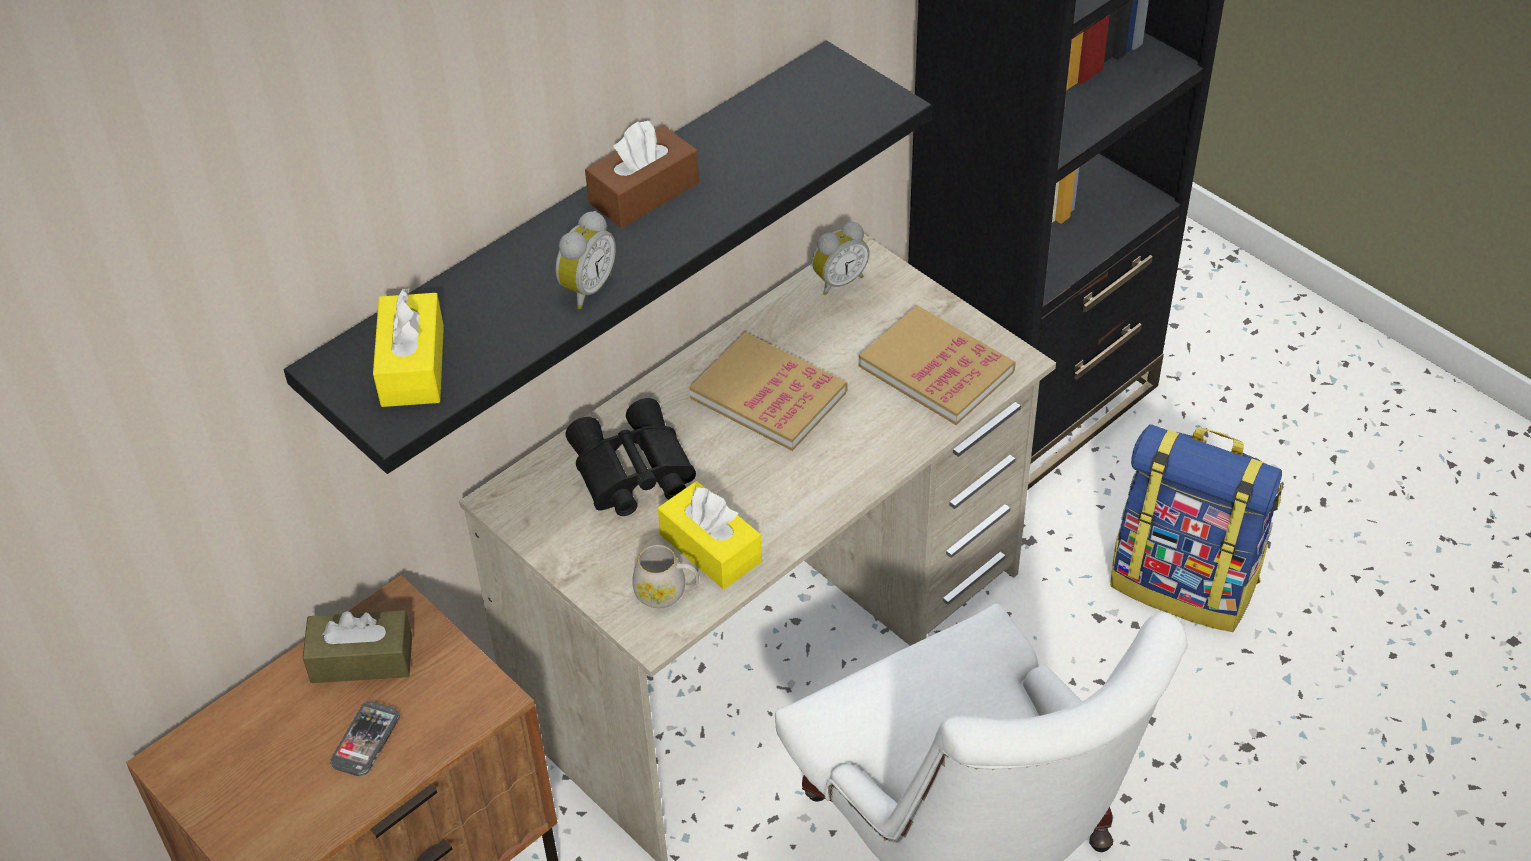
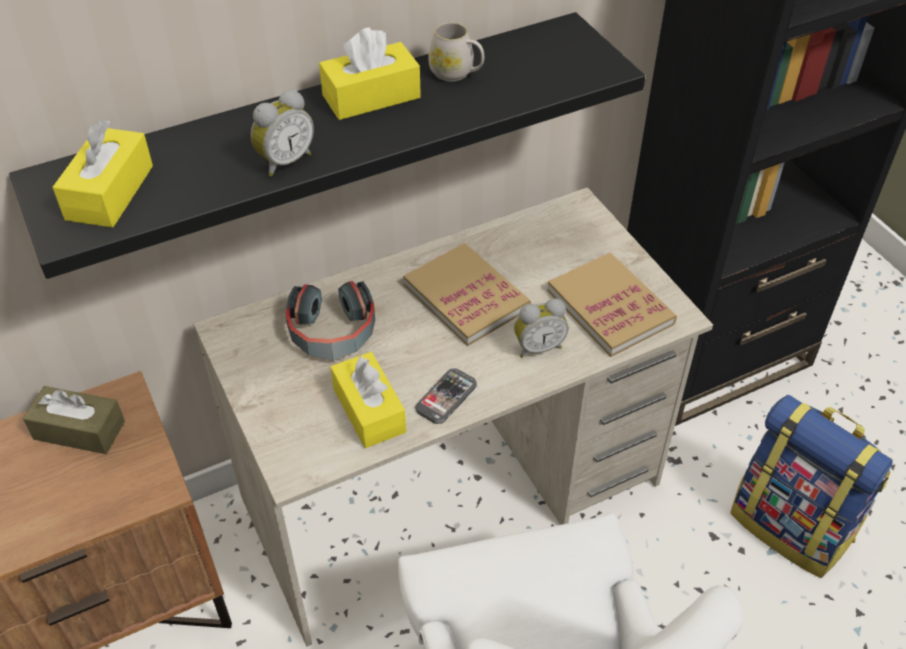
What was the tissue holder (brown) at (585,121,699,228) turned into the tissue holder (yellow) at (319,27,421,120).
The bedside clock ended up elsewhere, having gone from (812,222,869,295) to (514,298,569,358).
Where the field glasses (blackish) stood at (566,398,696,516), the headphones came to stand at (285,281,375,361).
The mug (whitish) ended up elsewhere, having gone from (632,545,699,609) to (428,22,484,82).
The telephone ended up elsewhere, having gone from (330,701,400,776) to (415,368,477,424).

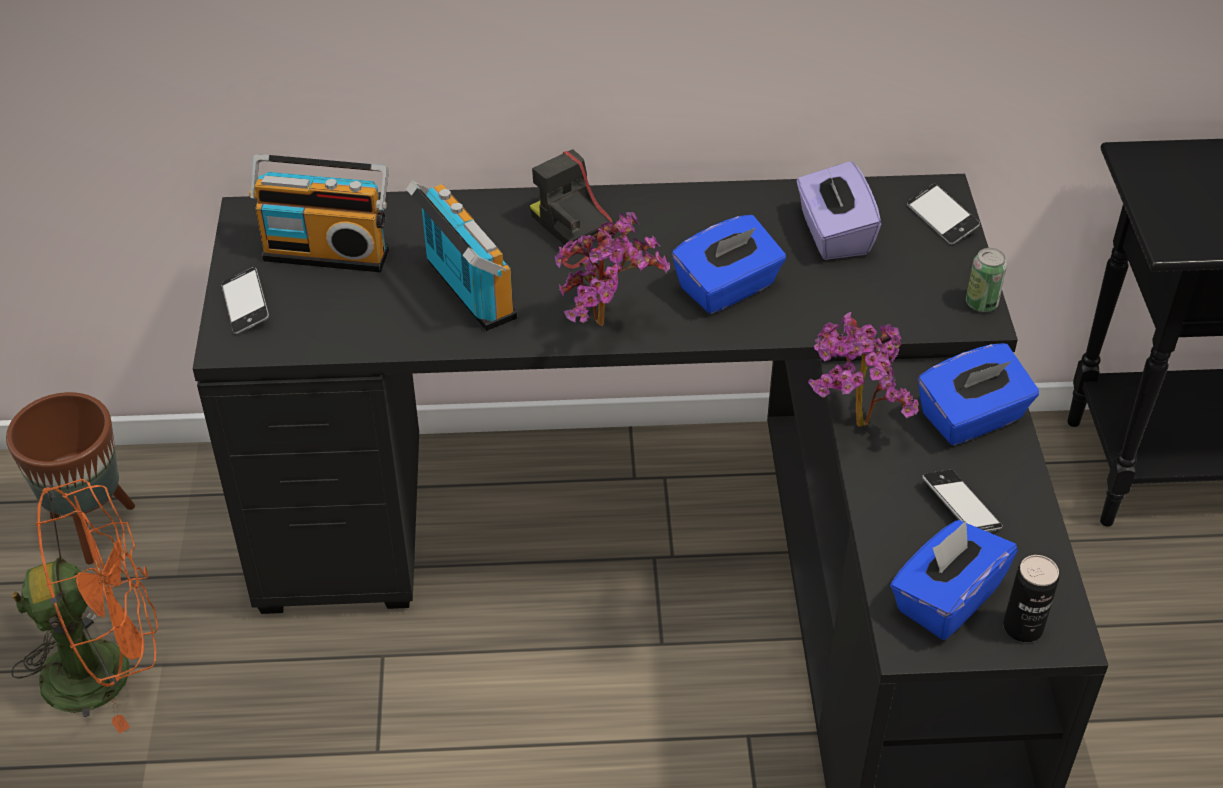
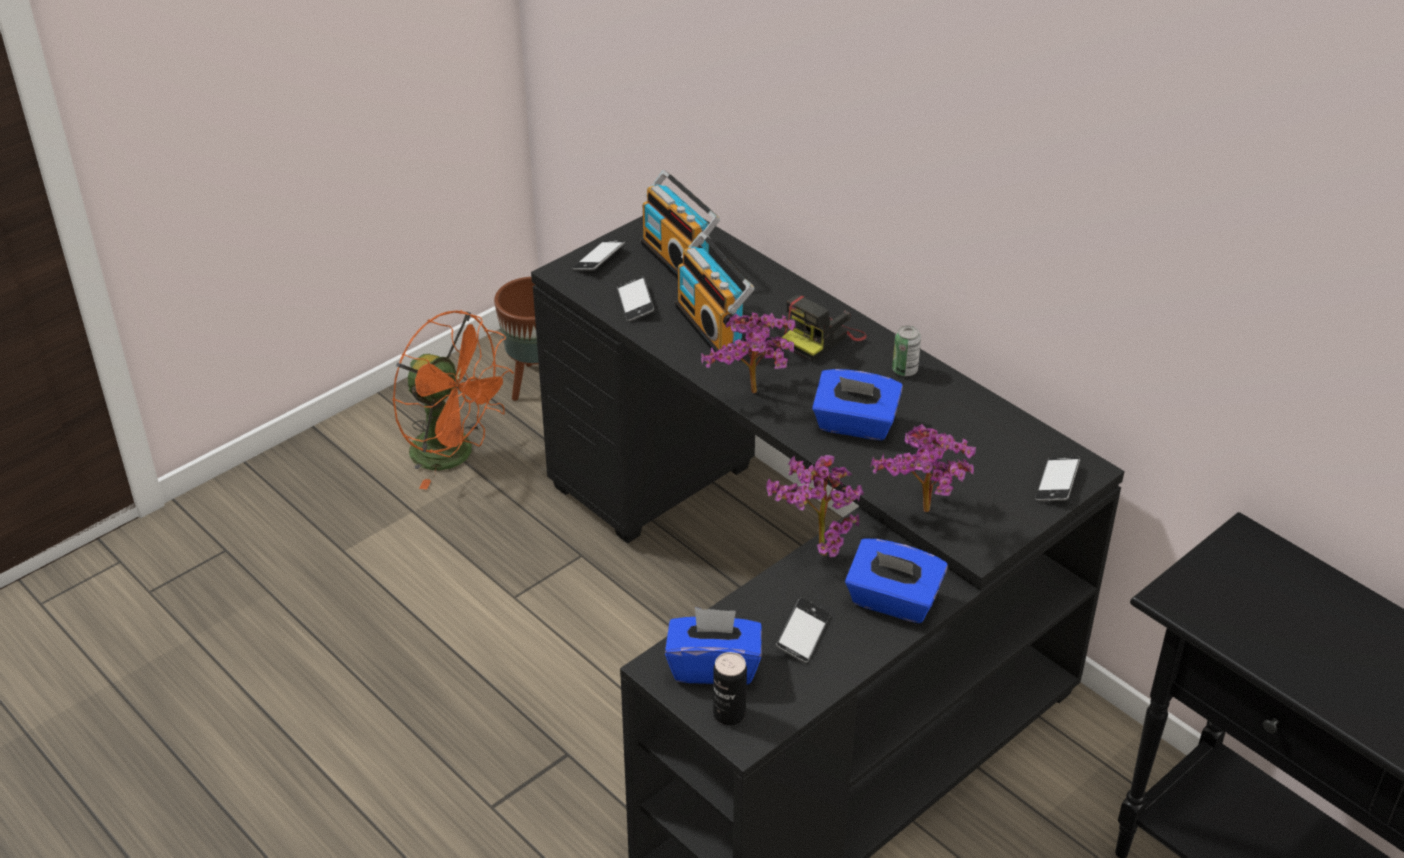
The photo camera at (530,149,627,269) ended up facing another way, 150 degrees counterclockwise from before.
The second view lost the tissue holder (purple) at (796,161,881,260).
The radio at (406,180,517,331) ended up facing another way, 135 degrees clockwise from before.
The can ended up elsewhere, having gone from (966,248,1007,312) to (892,325,921,376).
The second view gained the telephone at (617,276,654,322).
The second view gained the houseplant at (870,424,976,512).

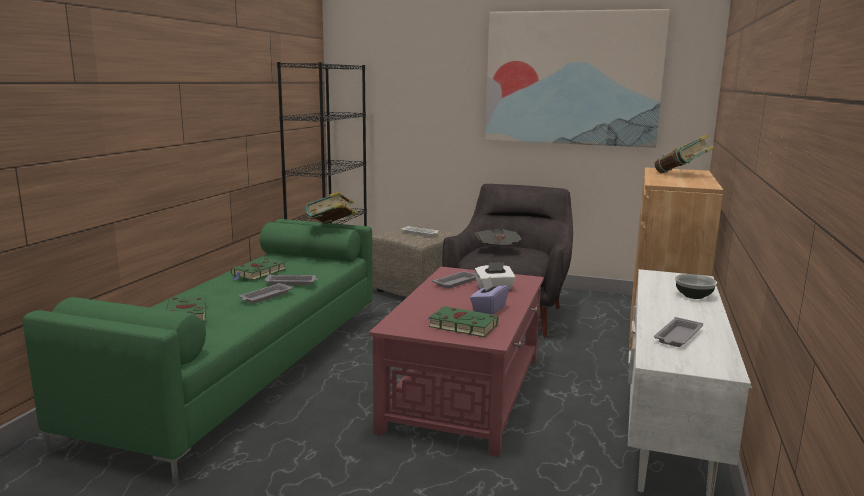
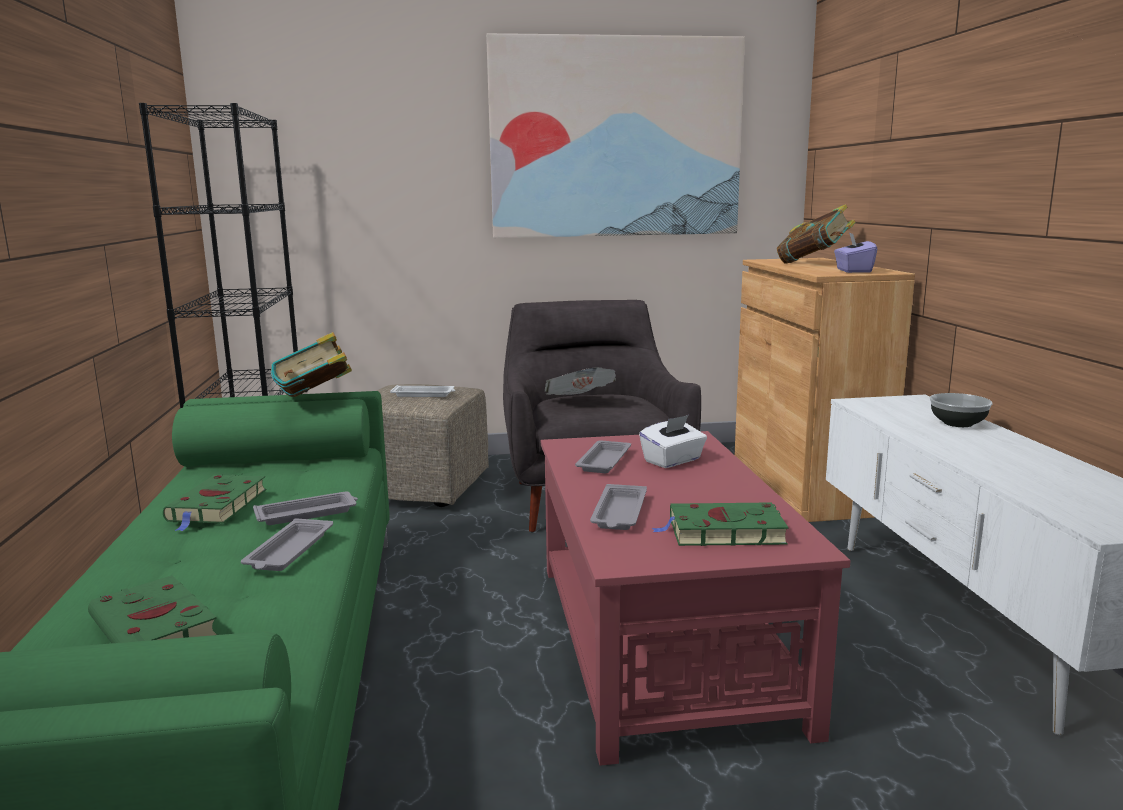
The tissue holder (purple) ended up elsewhere, having gone from (470,276,509,315) to (834,233,877,273).
The tray (greyish) ended up elsewhere, having gone from (654,317,703,347) to (590,484,647,530).

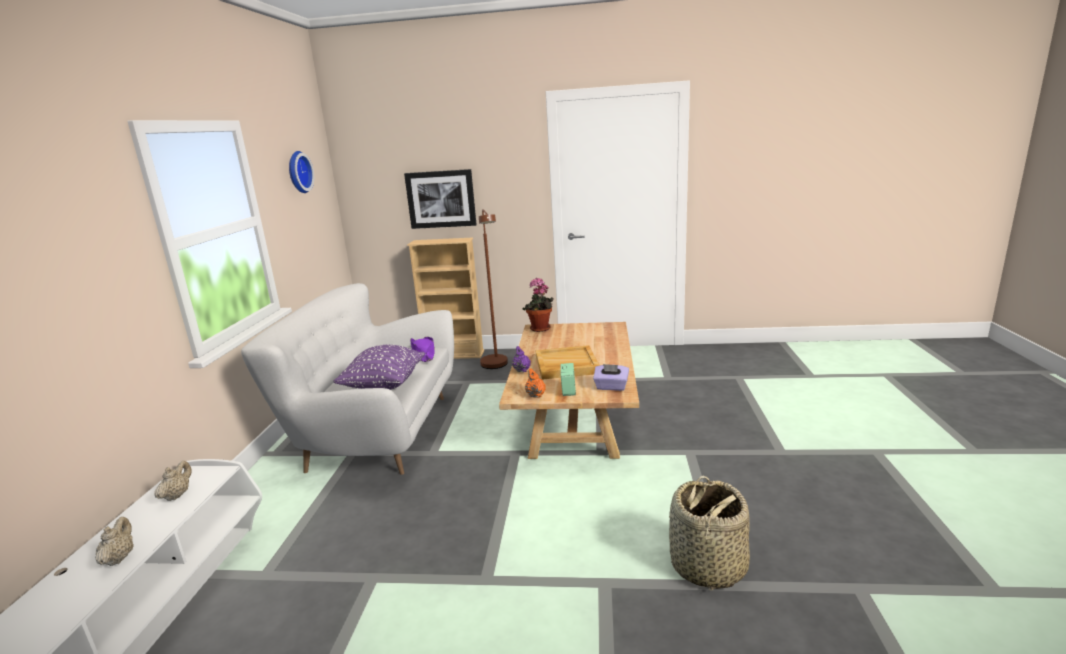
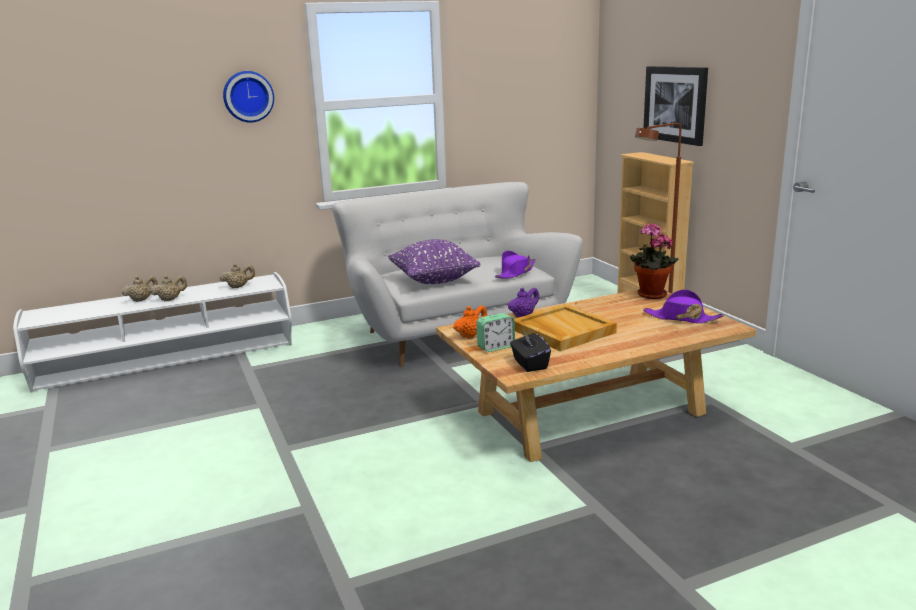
The wall clock ended up elsewhere, having gone from (289,151,314,193) to (223,71,274,123).
What was the tissue holder (purple) at (593,364,629,391) turned into the tissue holder (blackish) at (510,331,551,372).
The second view lost the household basket at (669,476,750,590).
The second view gained the tea pot (beige) at (122,276,158,302).
The second view gained the hat (purple) at (643,289,724,324).

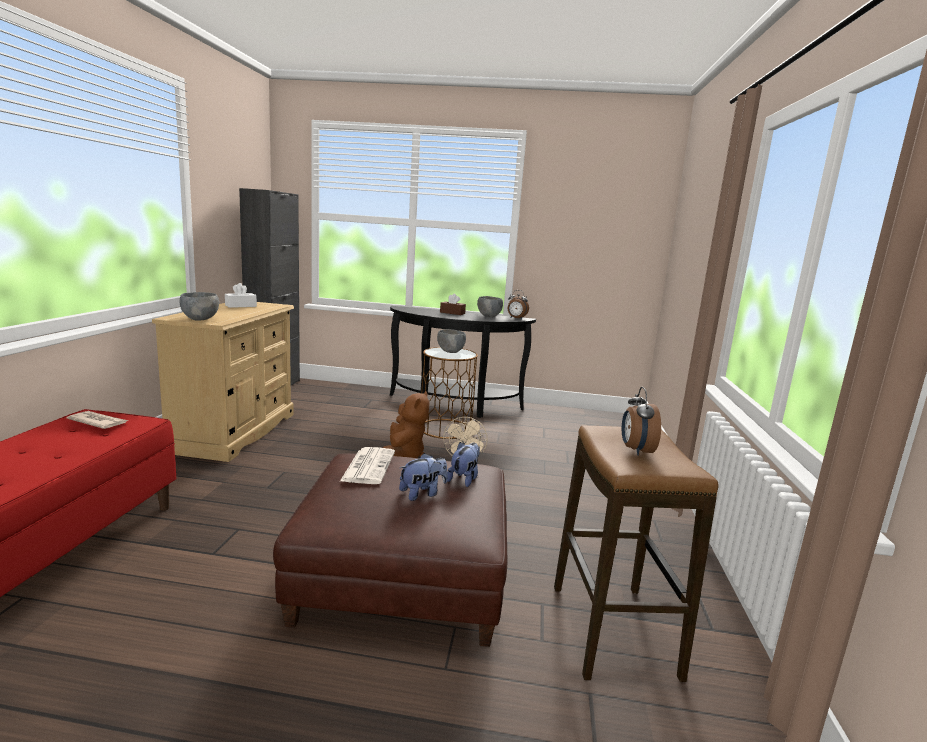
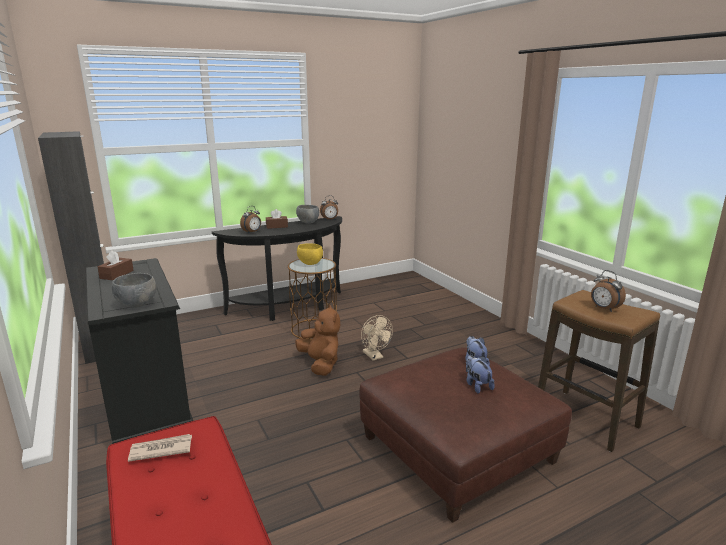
What was the tissue holder (whitish) at (225,283,257,308) turned into the tissue holder (brown) at (97,250,134,280).
What was the chest of drawers (beige) at (152,302,294,462) turned into the chest of drawers (blackish) at (86,258,193,444).
What was the bowl (greyish) at (437,329,466,353) turned into the bowl (yellow) at (297,243,323,265).
The second view lost the printed paper at (340,447,395,484).
The plush toy at (399,453,448,501) ended up facing another way, 45 degrees counterclockwise from before.
The second view gained the bedside clock at (240,206,261,234).

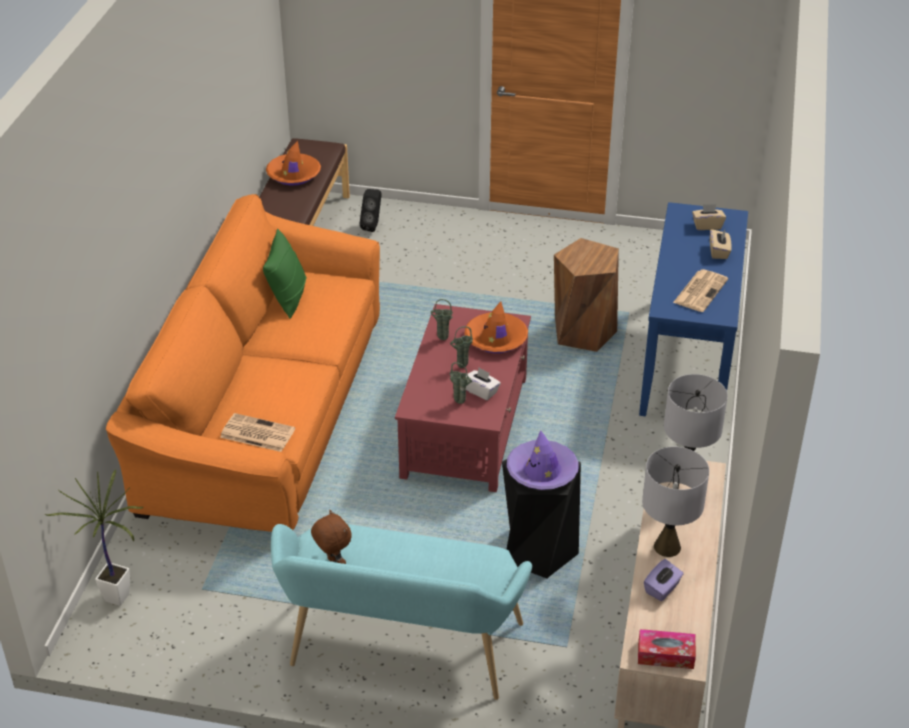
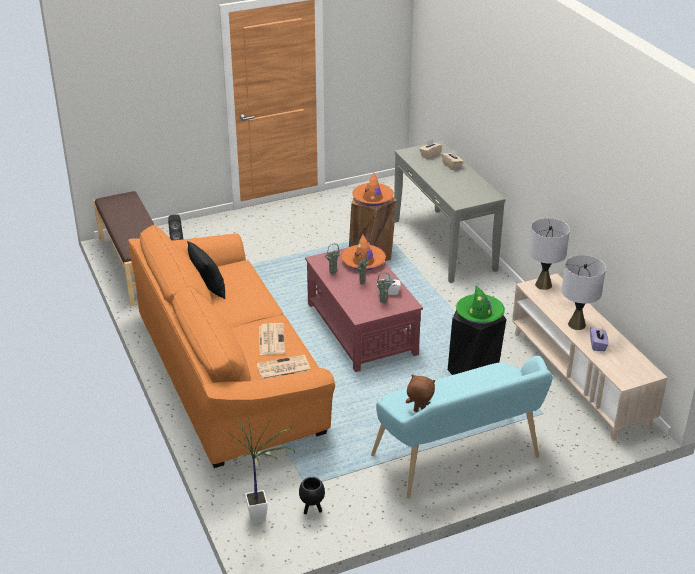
The hat (orangey) ended up elsewhere, having gone from (266,141,321,186) to (352,172,394,206).
What was the console table (bluish) at (639,202,748,416) turned into the console table (greyish) at (394,141,506,283).
What was the cushion (green) at (263,229,306,319) turned into the cushion (blackish) at (187,241,225,299).
The printed paper ended up elsewhere, having gone from (673,269,728,312) to (259,323,285,355).
What was the hat (purple) at (507,430,579,490) turned into the hat (green) at (456,286,505,324).
The second view lost the tissue holder at (638,629,696,669).
The second view gained the flower pot (blackish) at (299,477,325,514).

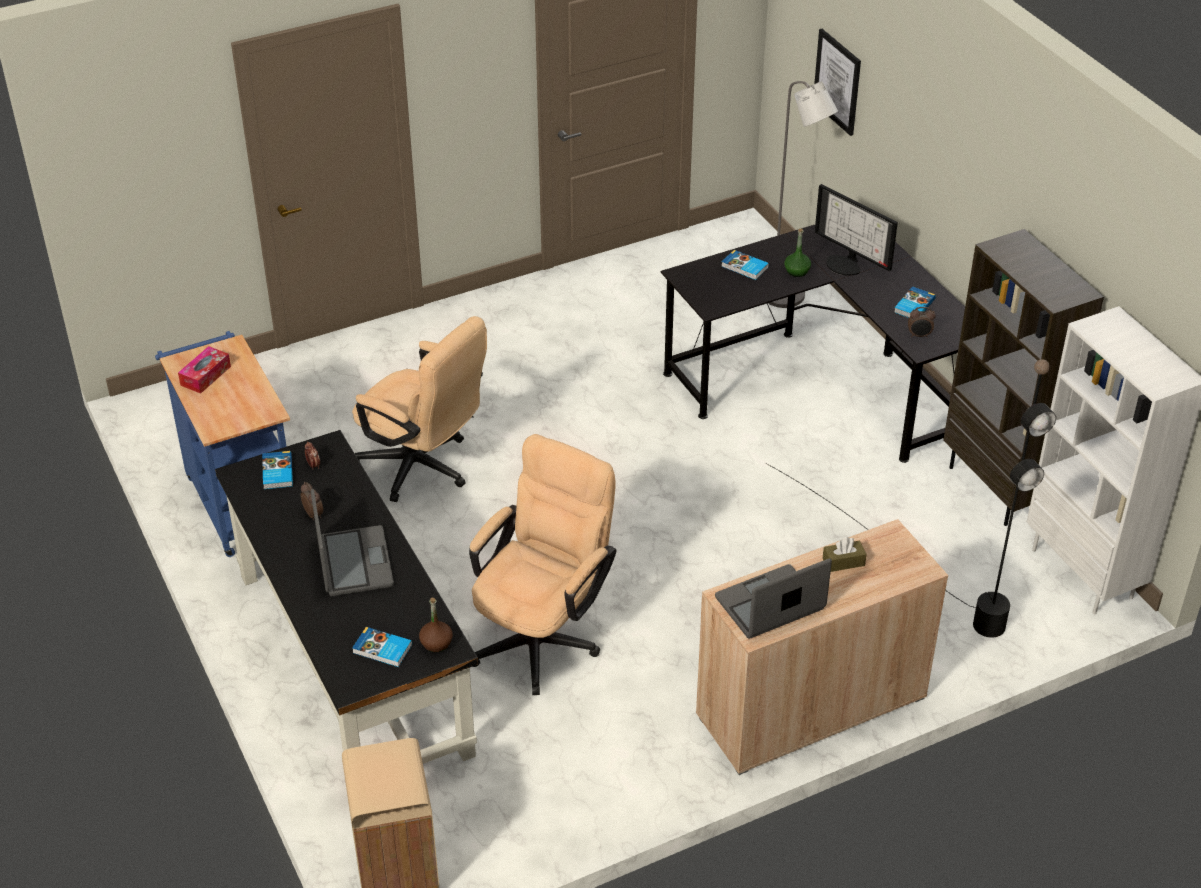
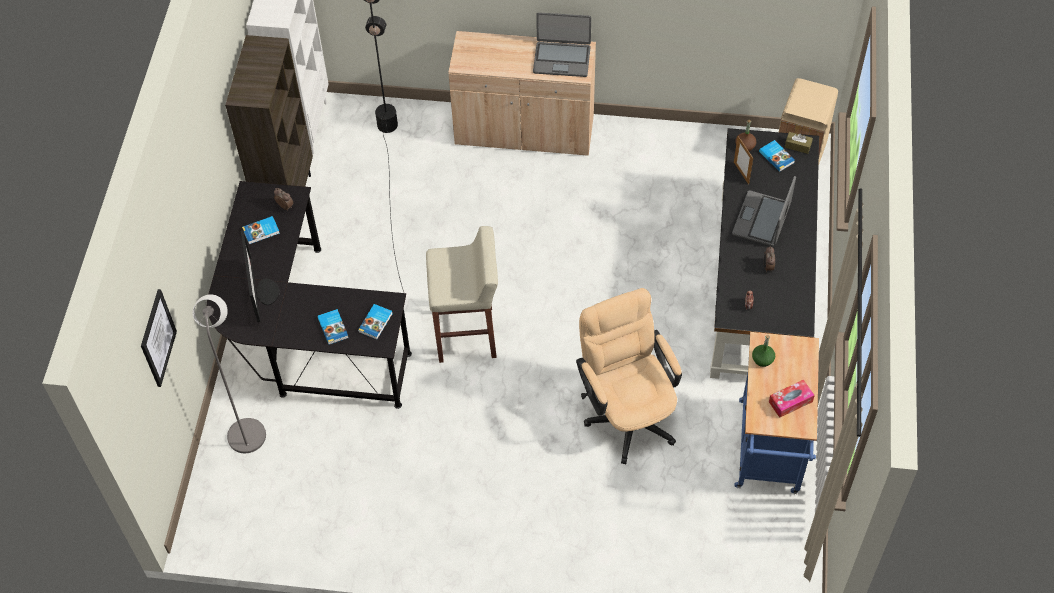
The bottle (green) ended up elsewhere, having gone from (784,229,811,277) to (752,335,775,367).
The second view lost the office chair (beige) at (469,434,617,695).
The volume ended up elsewhere, having gone from (262,451,293,489) to (358,304,393,340).
The tissue holder (brown) ended up elsewhere, having gone from (822,537,867,572) to (785,132,813,154).
The second view gained the photo frame at (734,136,753,184).
The second view gained the stool seat (beige) at (426,226,498,363).

